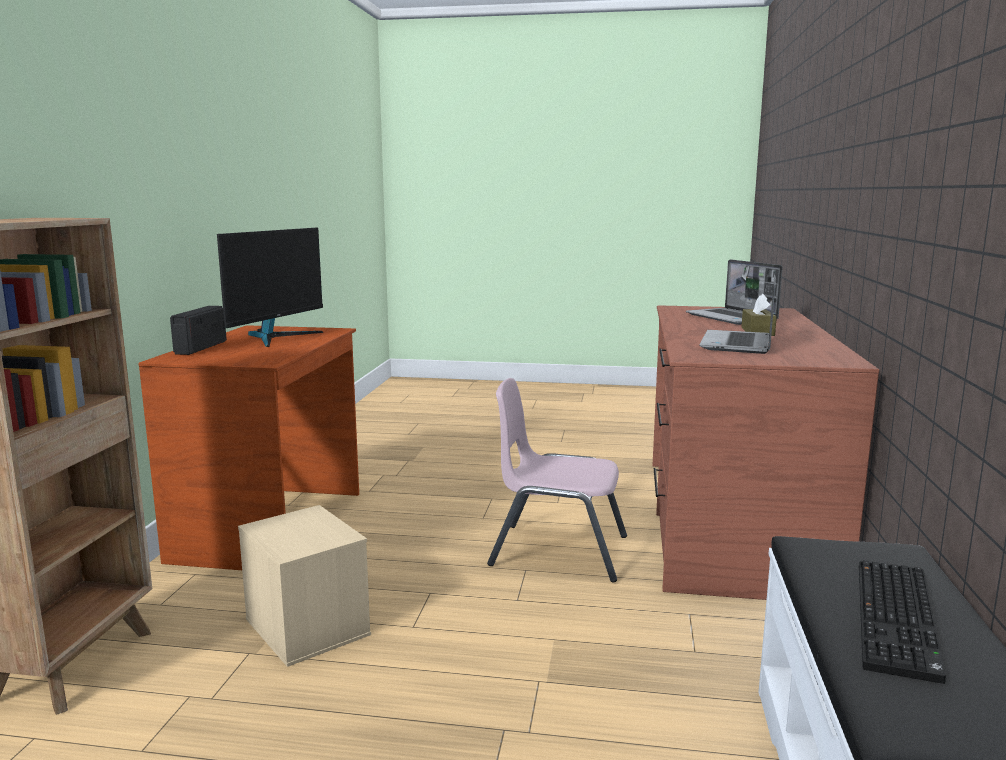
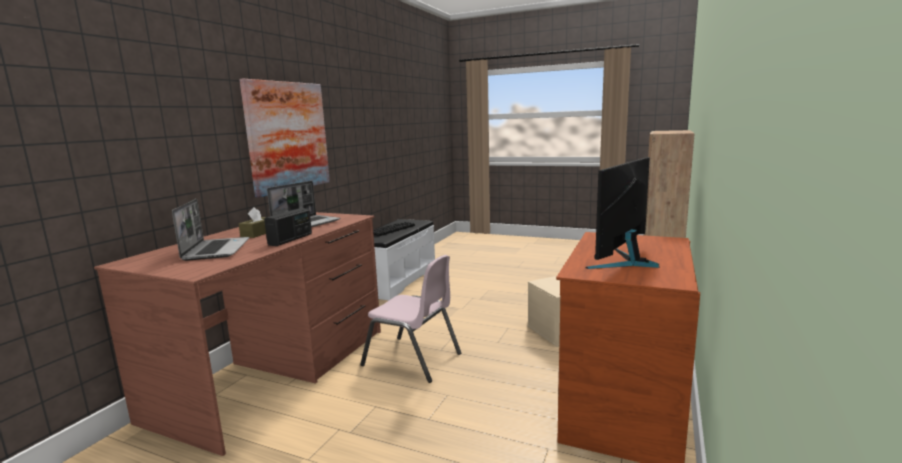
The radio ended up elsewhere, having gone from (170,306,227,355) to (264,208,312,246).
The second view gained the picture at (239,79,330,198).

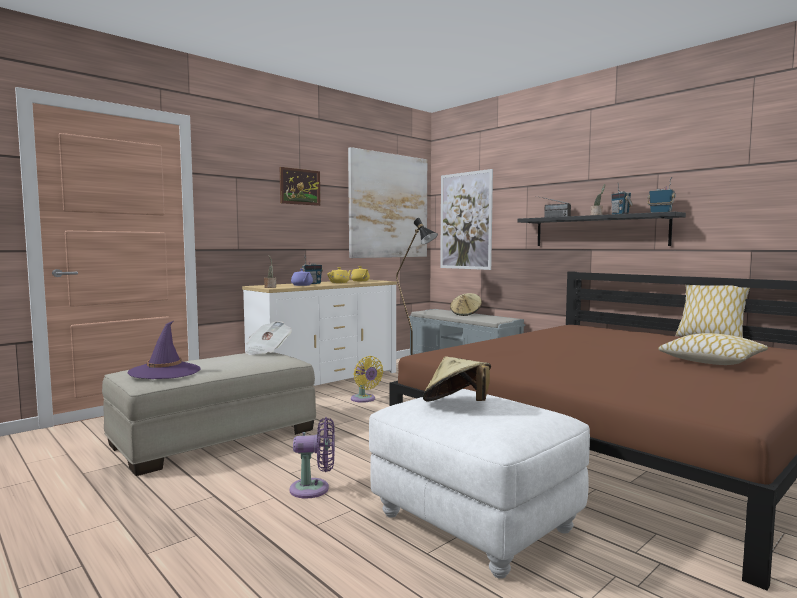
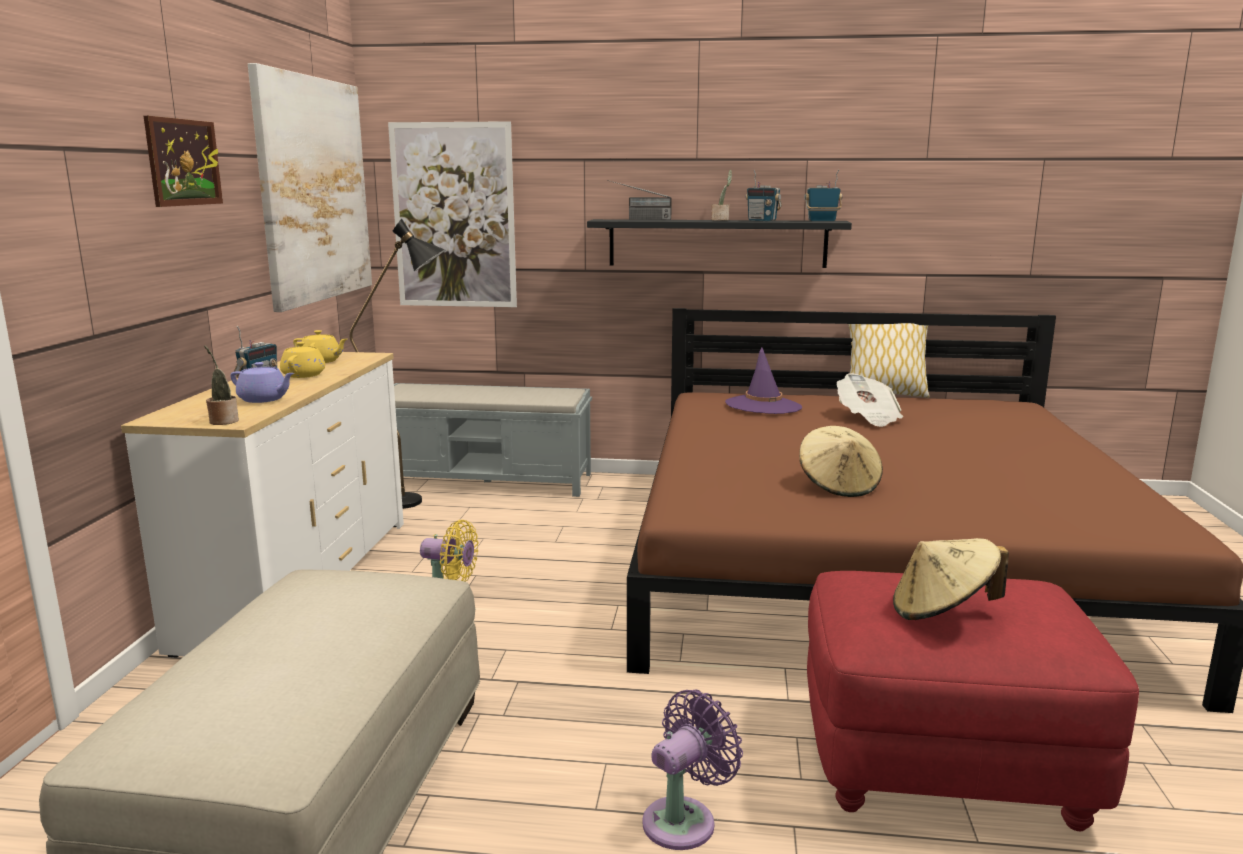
The hat (beige) ended up elsewhere, having gone from (450,293,482,316) to (799,426,883,497).
The hat (purple) ended up elsewhere, having gone from (127,321,201,379) to (725,348,802,414).
The printed paper ended up elsewhere, having gone from (245,321,292,355) to (836,373,903,427).
The second view lost the cushion at (658,333,768,365).
What was the footrest (whitish) at (369,389,590,579) turned into the footrest (red-coloured) at (807,571,1139,831).

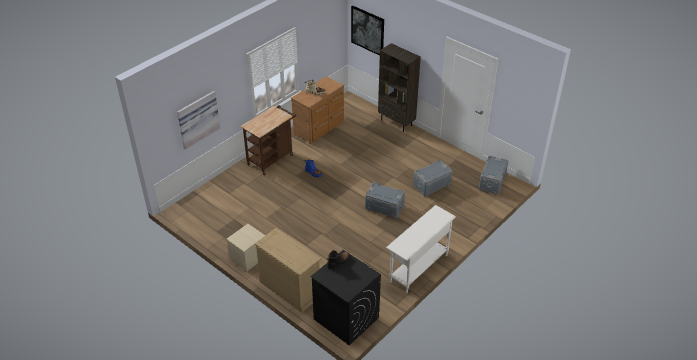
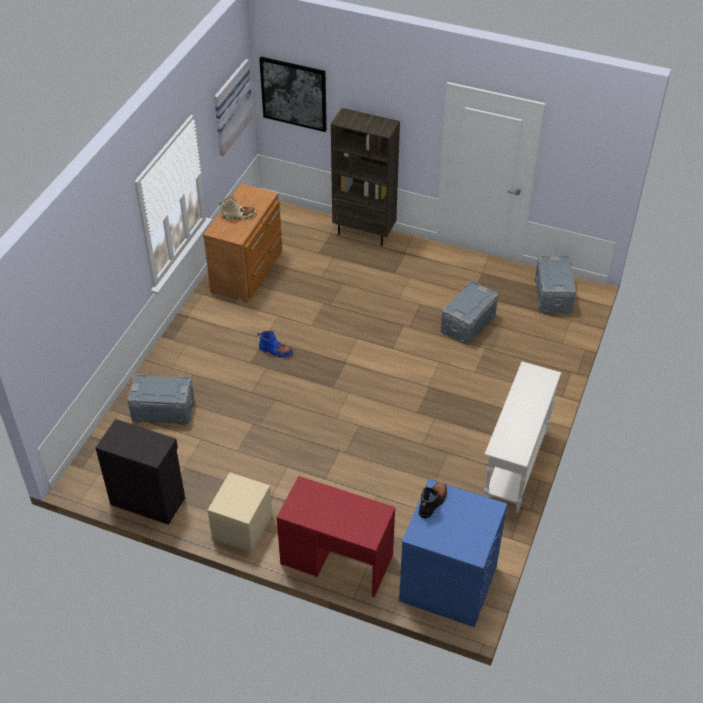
The picture ended up elsewhere, having gone from (177,91,220,149) to (214,59,253,156).
The second view lost the cart (brown) at (241,105,296,175).
The storage box (greyish) ended up elsewhere, having gone from (365,182,405,218) to (127,374,195,425).
Where the chest of drawers (beige) stood at (255,228,321,313), the desk unit (red-coloured) came to stand at (276,476,396,597).
What was the laundry machine (blackish) at (310,250,381,345) turned into the laundry machine (bluish) at (399,479,507,627).
The second view gained the storage cabinet (blackish) at (95,419,185,525).

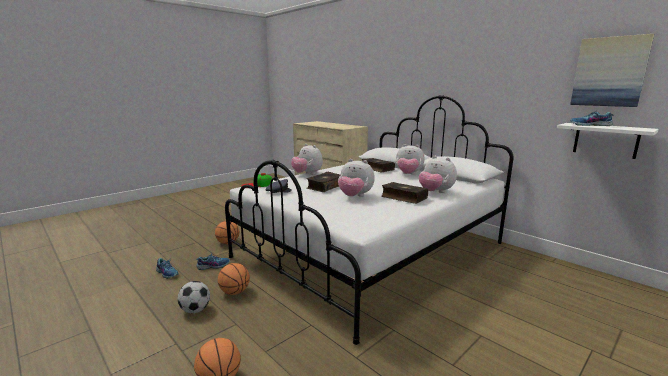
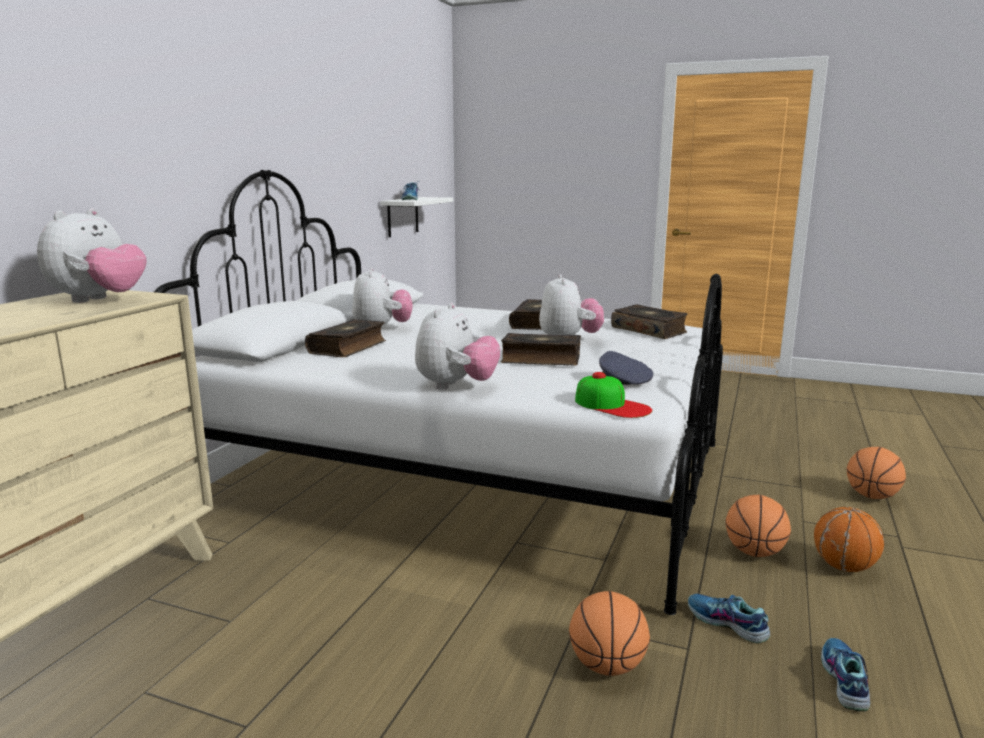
The second view lost the picture at (570,34,654,107).
The plush toy ended up elsewhere, having gone from (419,156,457,193) to (37,208,146,303).
Where the football ball stood at (178,281,210,313), the ball for basketball came to stand at (814,507,884,572).
The second view gained the volume at (611,304,688,339).

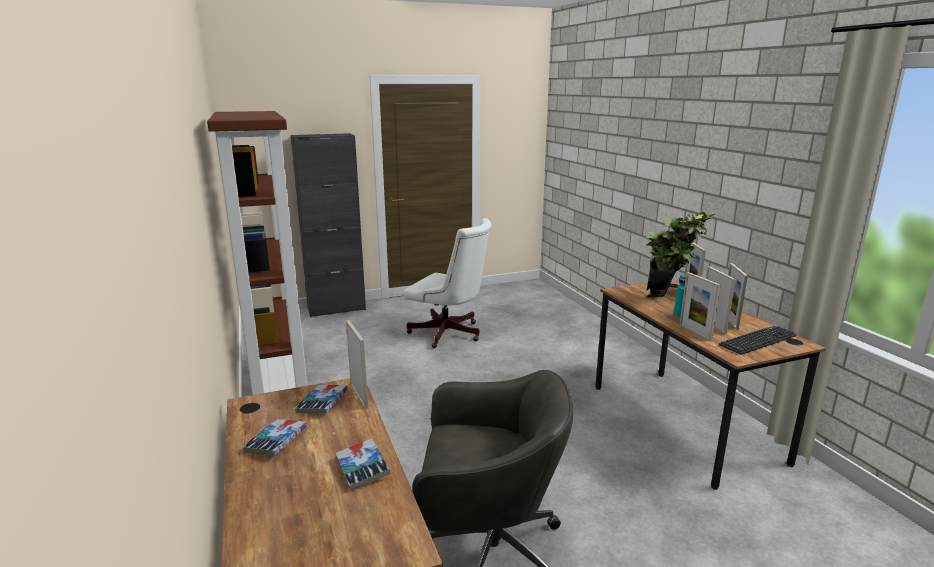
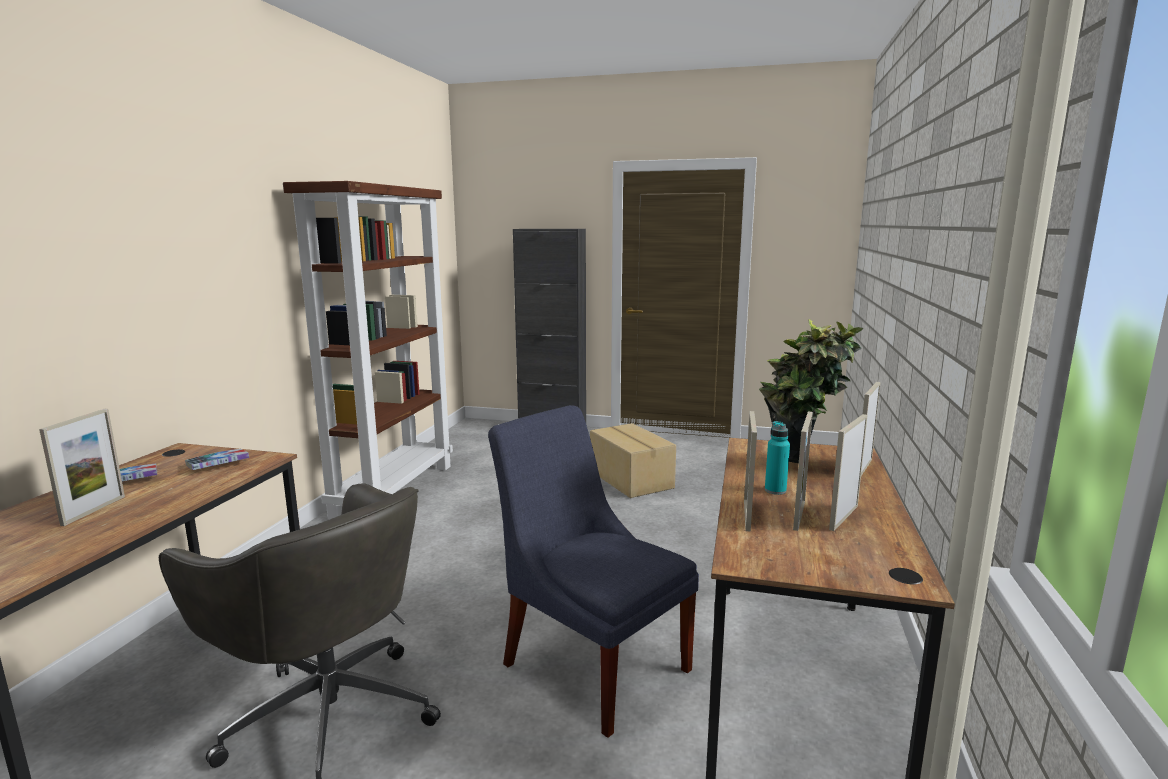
Where the office chair (whitish) stood at (404,218,491,348), the cardboard box came to stand at (590,423,676,498).
The photo frame ended up elsewhere, having gone from (346,320,368,409) to (39,409,125,526).
The second view lost the computer keyboard at (719,326,797,355).
The second view lost the volume at (335,438,391,491).
The second view gained the plain chair (bluish) at (488,405,699,738).

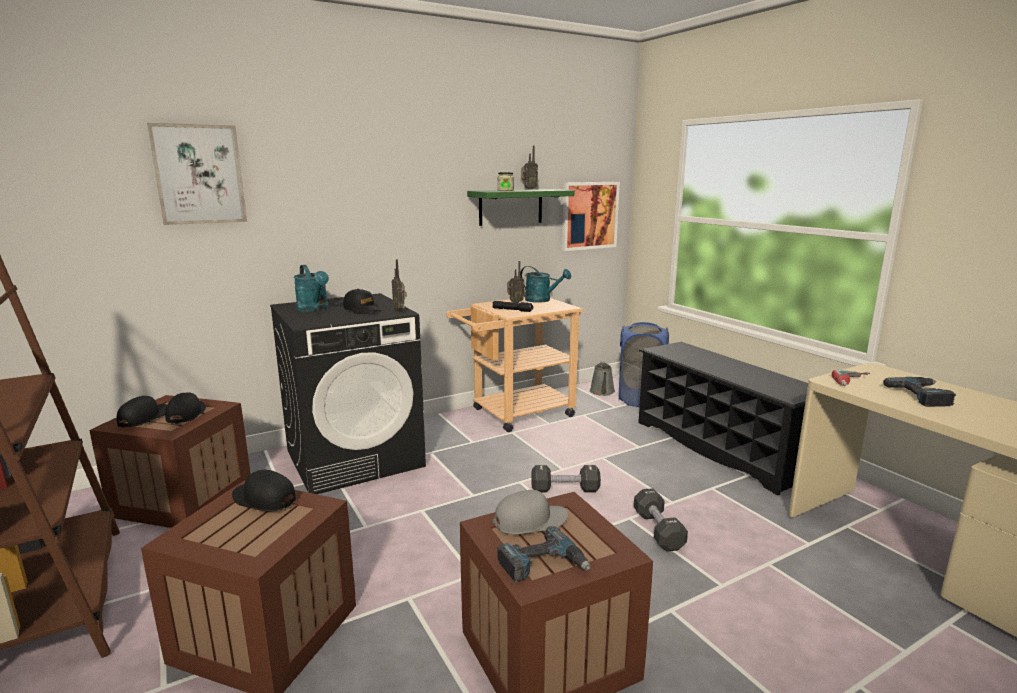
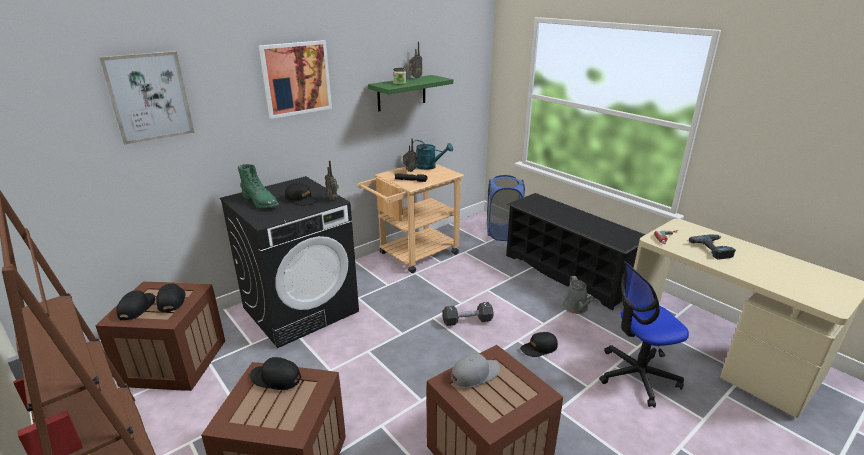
The picture ended up elsewhere, having gone from (562,182,620,251) to (259,40,332,119).
Where the watering pot (blue-green) stood at (294,265,329,312), the high-top boot (green) came to stand at (238,164,279,209).
The watering pot (greyish) ended up elsewhere, having gone from (590,361,615,396) to (562,276,593,314).
Where the dumbbell (blackish) stood at (634,488,688,552), the cap (blackish) came to stand at (520,332,558,357).
The second view lost the drill at (498,526,590,582).
The second view gained the office chair at (599,261,689,407).

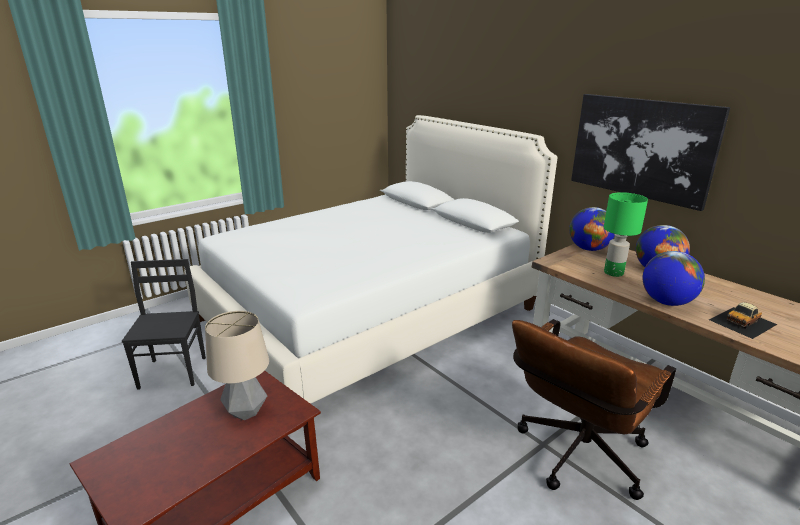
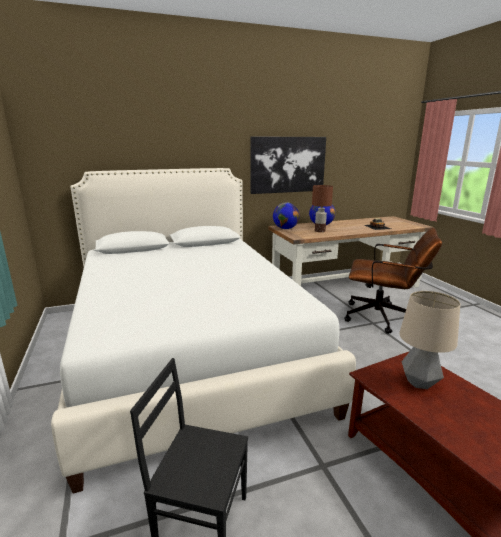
What was the table lamp (green) at (604,192,648,277) turned into the table lamp (brown) at (312,185,333,232).
The second view lost the desk globe at (642,251,705,306).
The office chair (brown) at (512,319,676,500) ended up facing another way, 45 degrees counterclockwise from before.

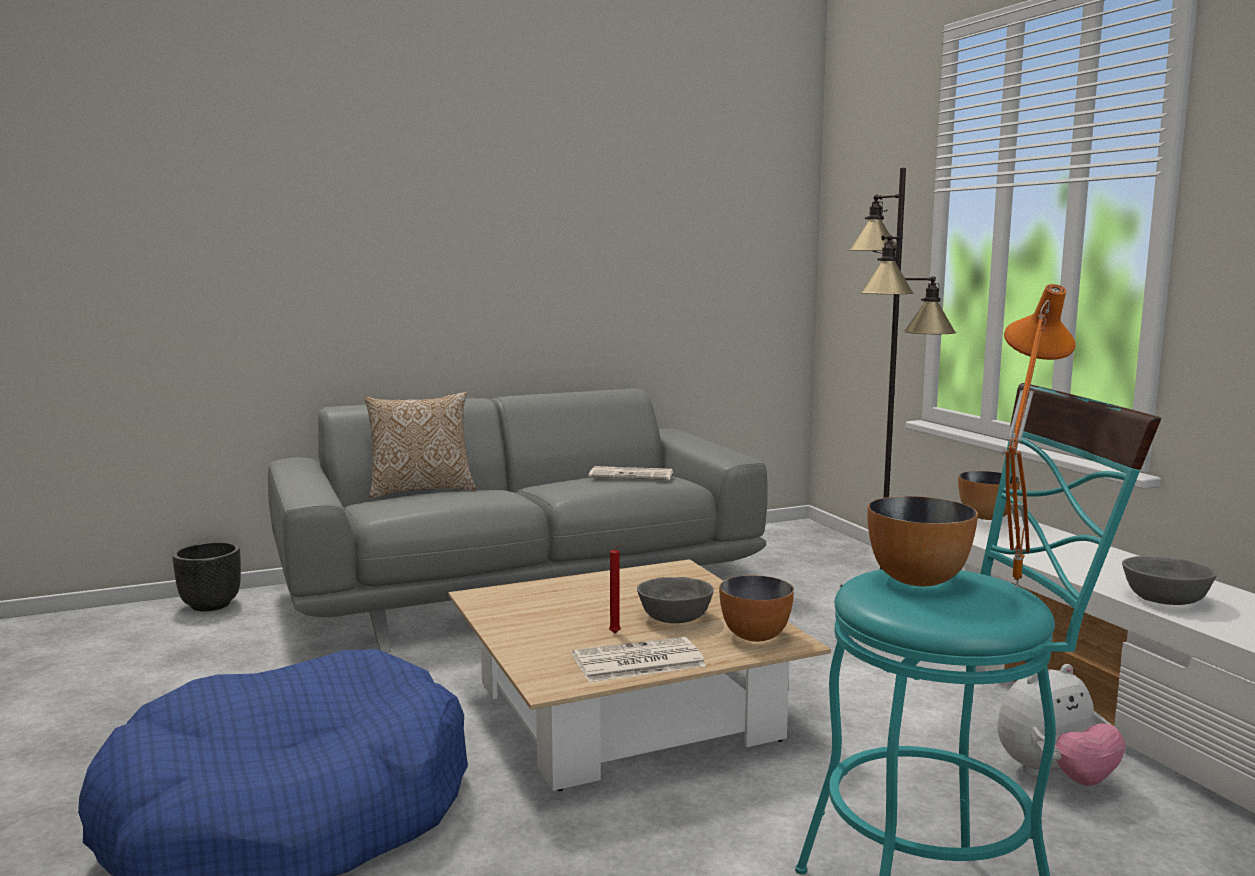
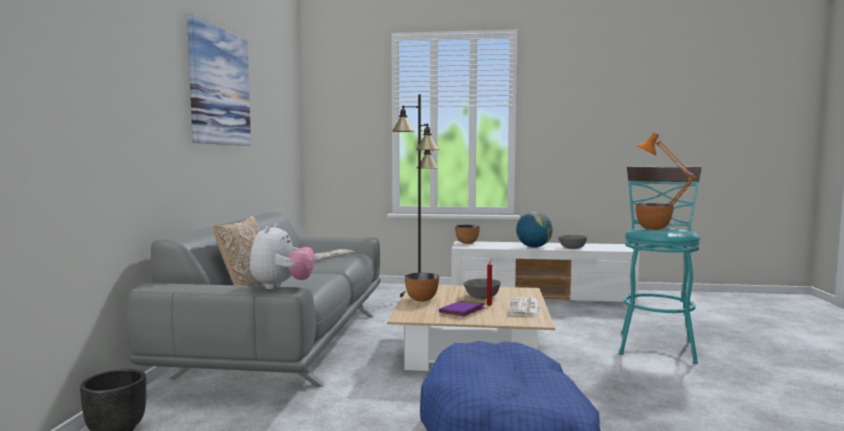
The bowl ended up elsewhere, having gone from (719,575,794,642) to (405,273,439,302).
The plush toy ended up elsewhere, having gone from (997,664,1126,786) to (250,223,315,289).
The second view gained the picture at (187,14,251,146).
The second view gained the desk globe at (516,212,553,248).
The second view gained the volume (purple) at (439,300,485,316).

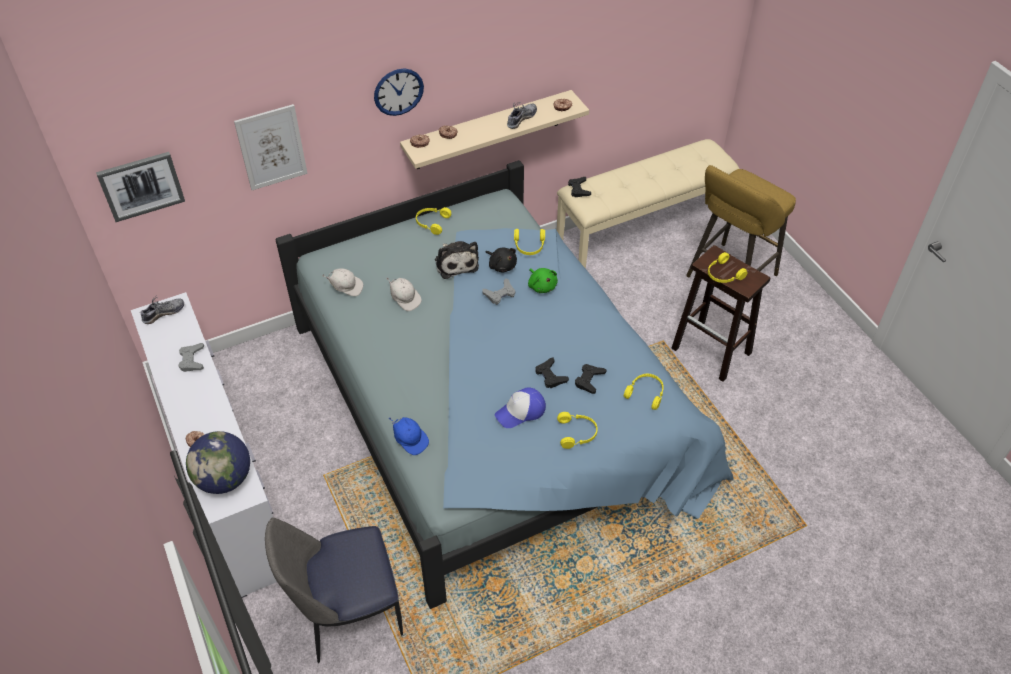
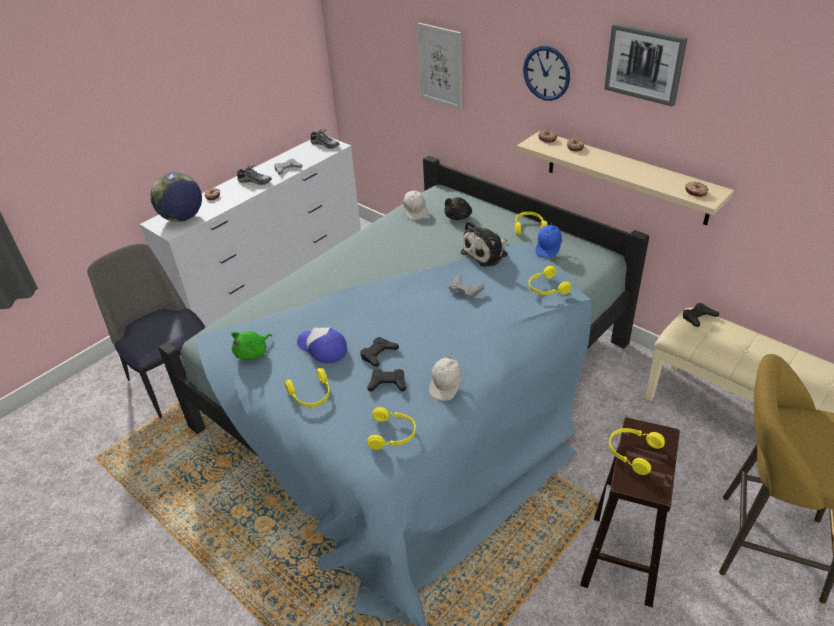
The low shoe ended up elsewhere, having gone from (507,102,537,129) to (236,165,272,185).
The picture ended up elsewhere, having gone from (96,152,185,222) to (604,23,688,107).
The plush toy (blackish) ended up elsewhere, having gone from (485,248,517,273) to (444,197,472,220).
The plush toy (green) ended up elsewhere, having gone from (528,268,558,293) to (231,331,272,360).
The cap (whitish) ended up elsewhere, having gone from (386,278,422,311) to (429,351,462,401).
The cap (bluish) ended up elsewhere, having gone from (389,417,429,455) to (535,221,562,258).

